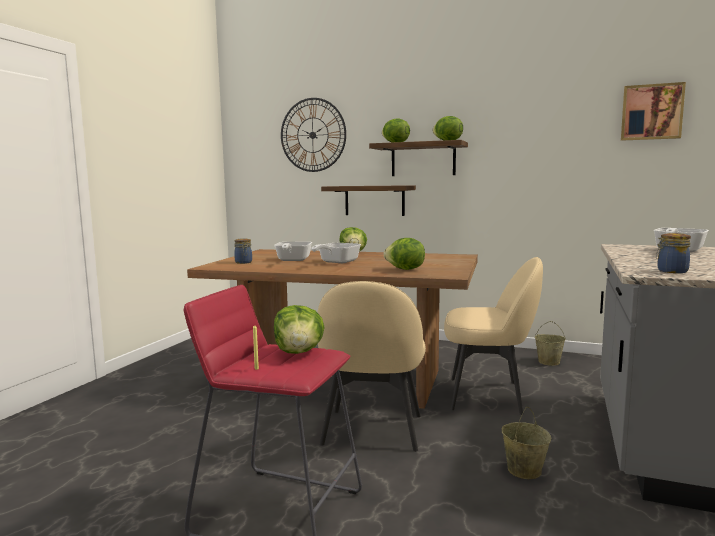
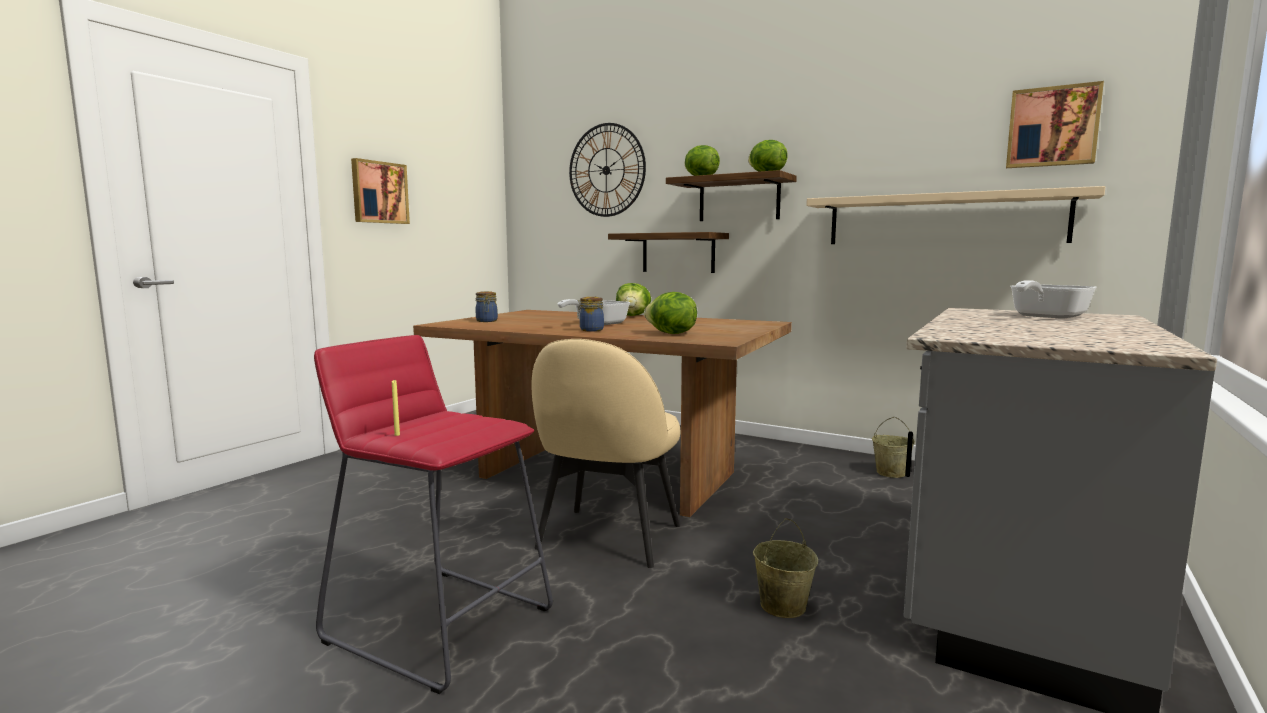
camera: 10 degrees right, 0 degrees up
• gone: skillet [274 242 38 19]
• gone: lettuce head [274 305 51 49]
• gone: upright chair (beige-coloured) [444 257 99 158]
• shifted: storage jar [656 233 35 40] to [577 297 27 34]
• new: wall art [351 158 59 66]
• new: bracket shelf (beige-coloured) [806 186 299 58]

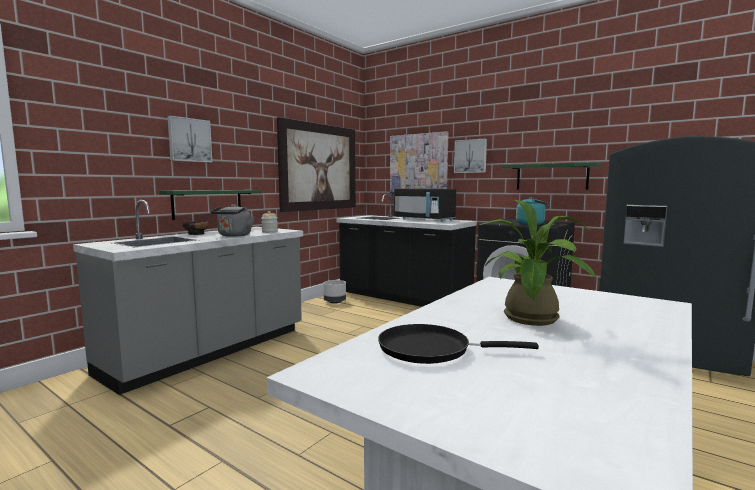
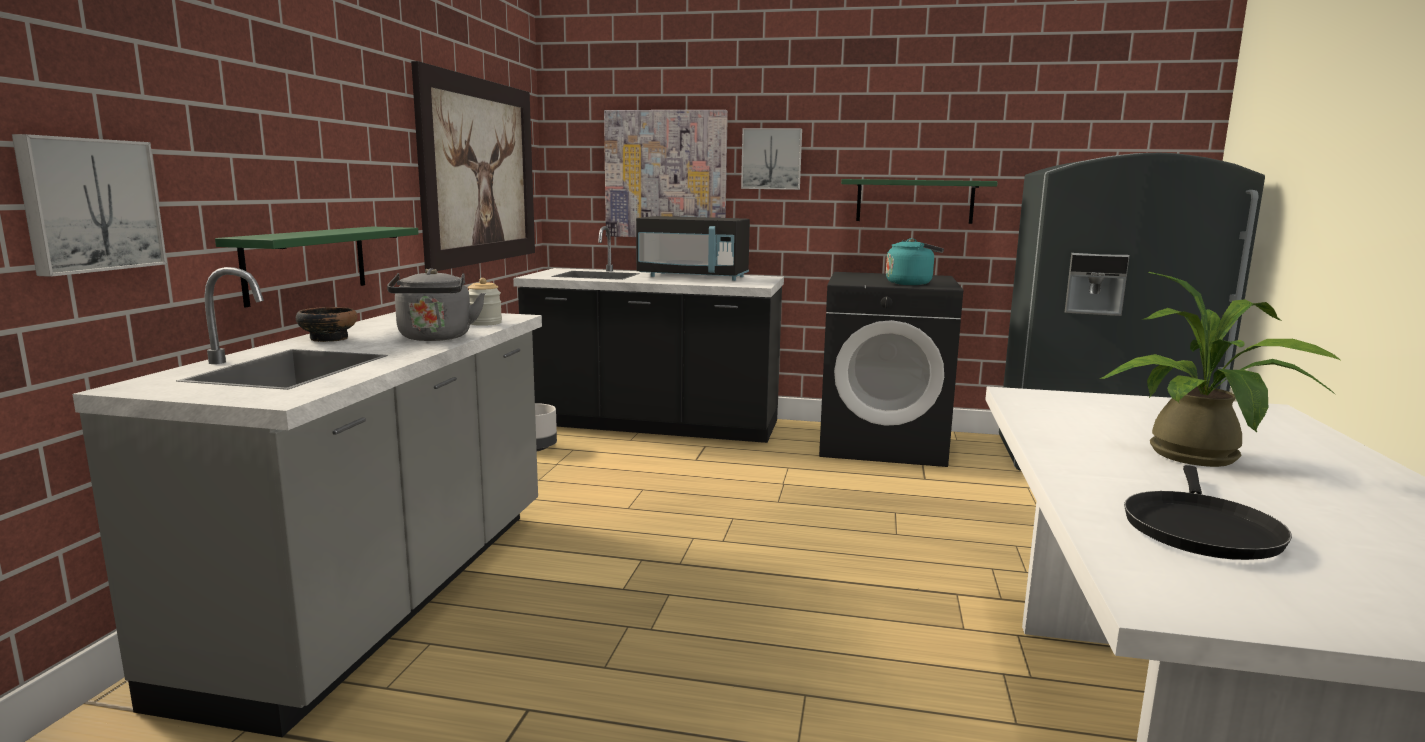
camera: 25 degrees left, 5 degrees up
• shifted: wall art [167 116 45 46] to [12 134 155 143]
• rotated: skillet (black-coloured) [378 324 161 40] = [1124 465 168 95] 45 degrees counterclockwise

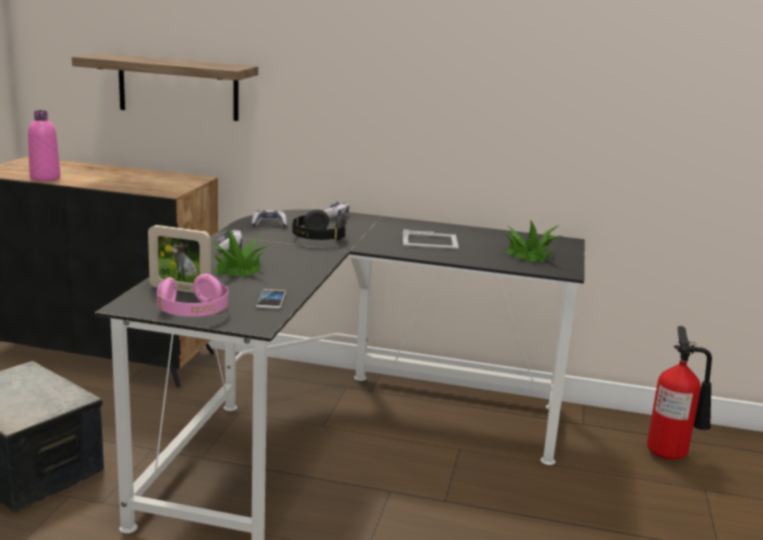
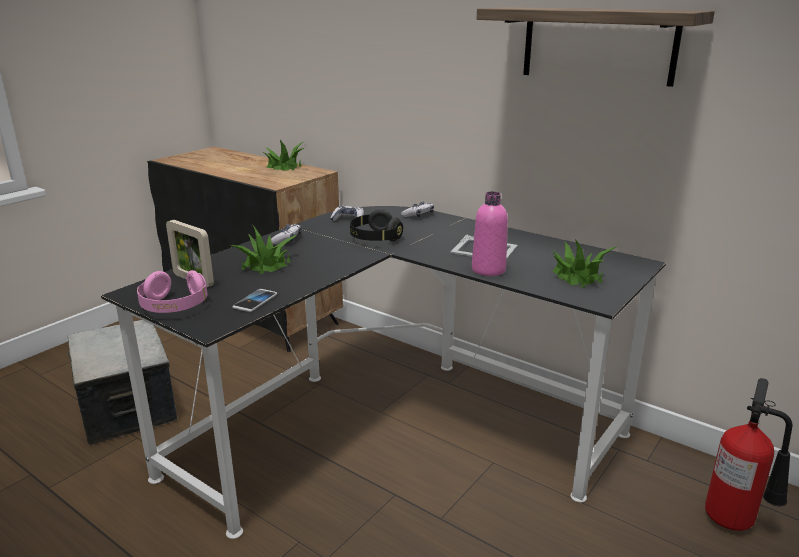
camera: 25 degrees right, 5 degrees up
• shifted: beverage bottle (pink) [28 110 33 71] to [472 191 36 85]
• shifted: bracket shelf [72 53 186 68] to [477 7 238 80]
• new: potted plant [263 140 41 31]

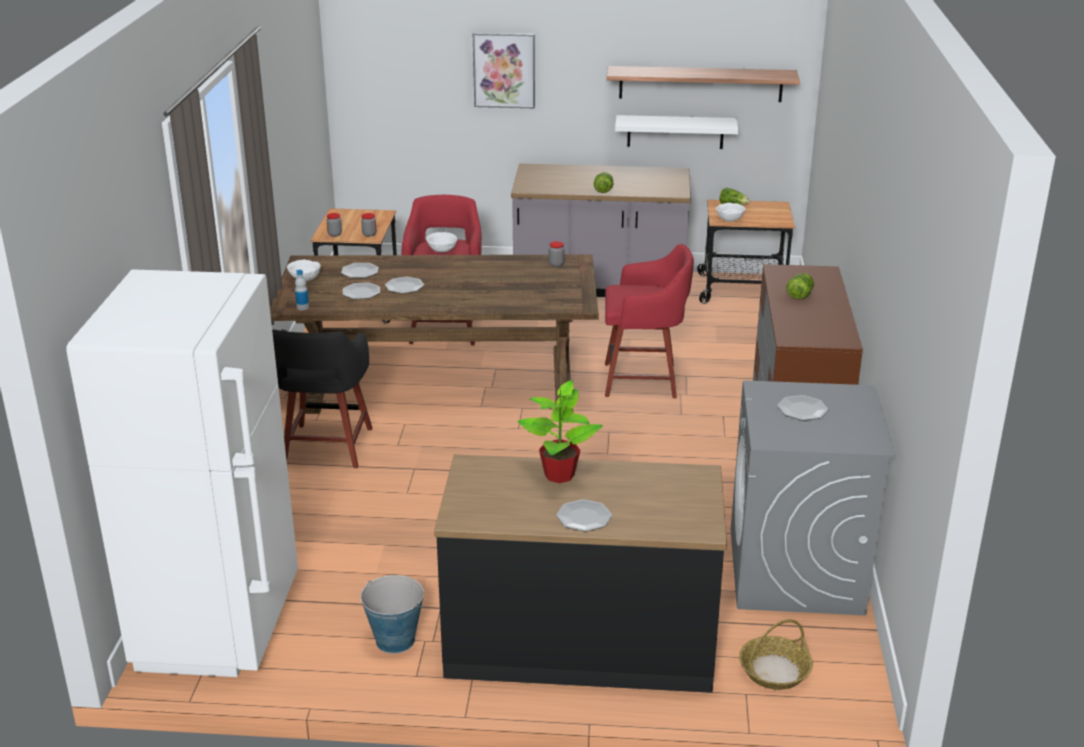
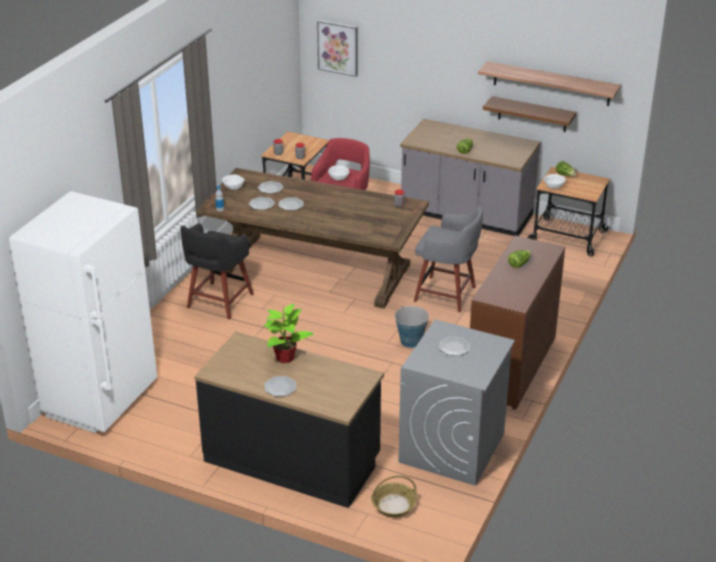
camera: 20 degrees right, 5 degrees up
• shifted: water bucket [361 575 65 78] to [395 306 34 42]
• shifted: wall art [473 32 62 76] to [317 20 41 57]
• repainted: sitting stool (red-coloured) [605 244 89 154] to sitting stool (gray) [414 207 69 105]
• repainted: bracket shelf (white) [615 115 124 34] to bracket shelf (brownish) [483 96 93 36]

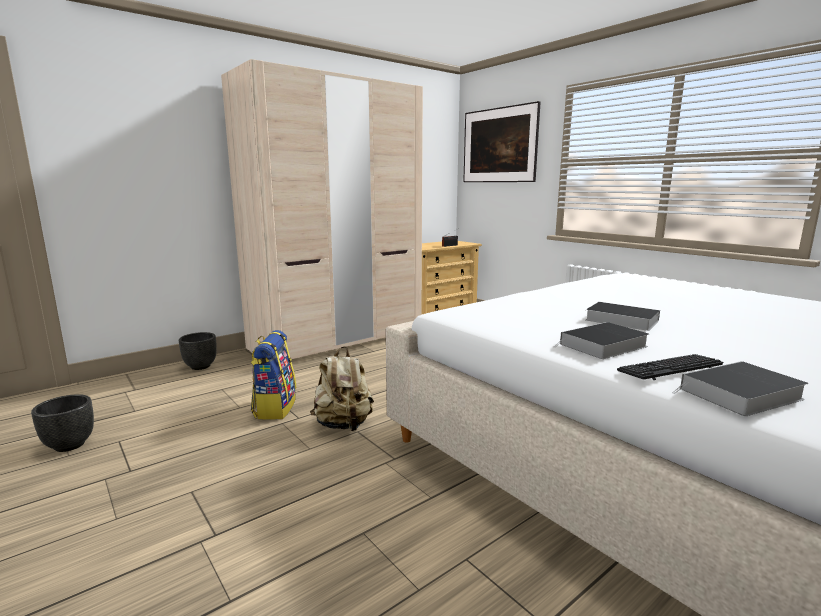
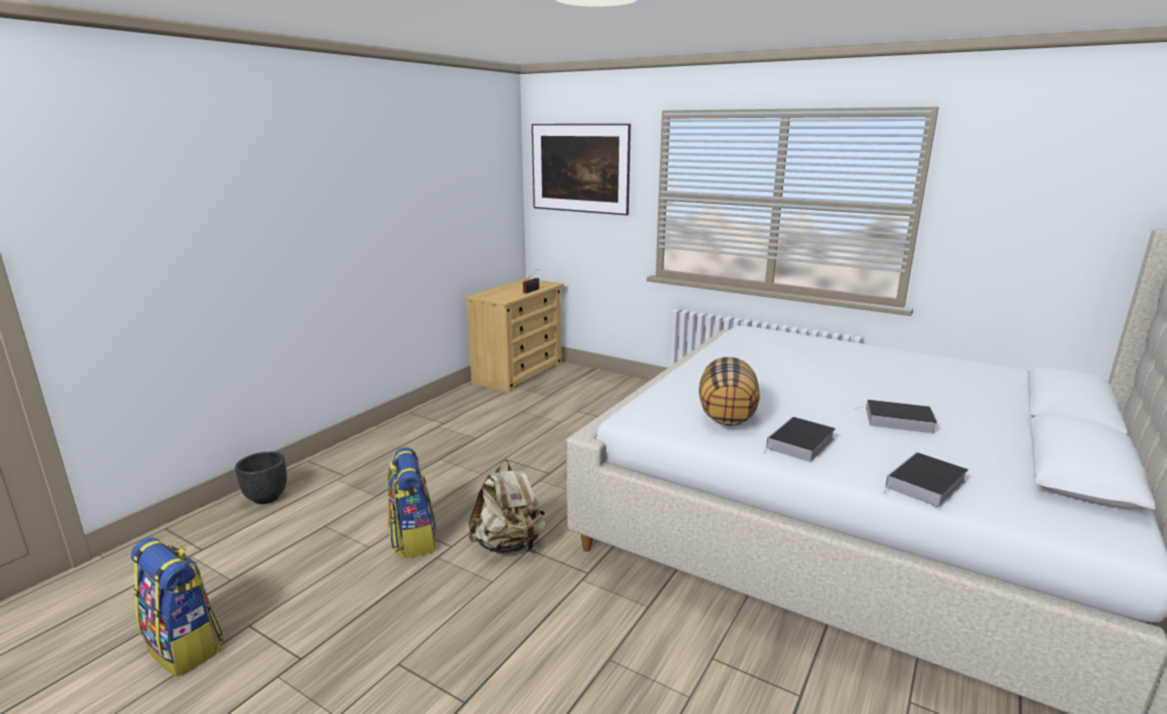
camera: 20 degrees left, 5 degrees up
• swapped: flower pot (black-coloured) [31 394 63 58] to knapsack [131 537 92 139]
• gone: armoire (beige-coloured) [221 59 202 300]
• shifted: book [586 302 74 29] to [855 399 82 34]
• gone: keyboard [617 354 107 26]
• new: pillow [699 357 61 69]

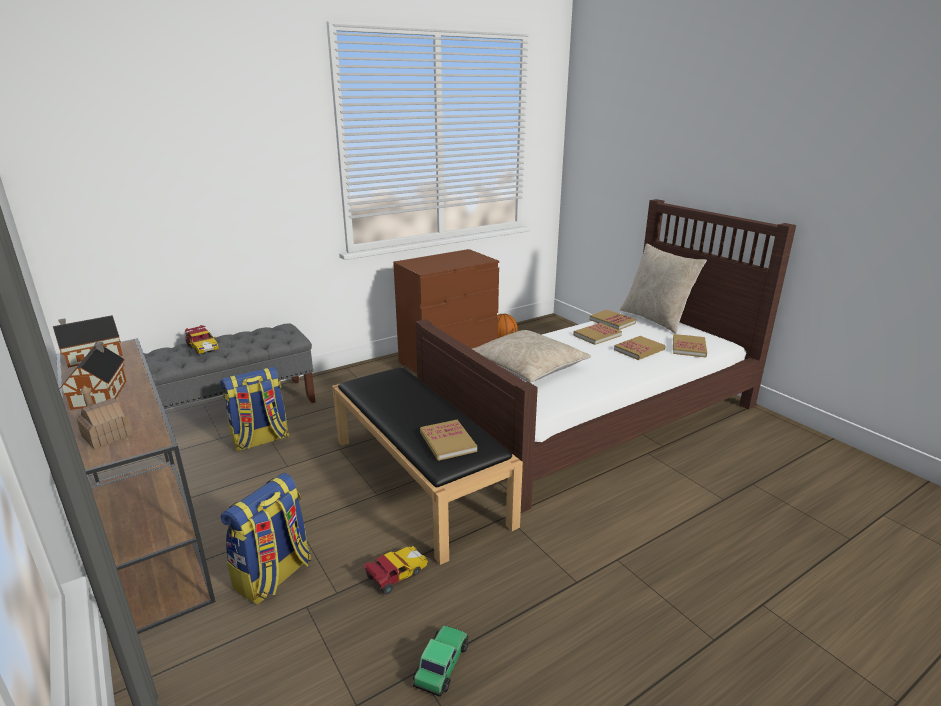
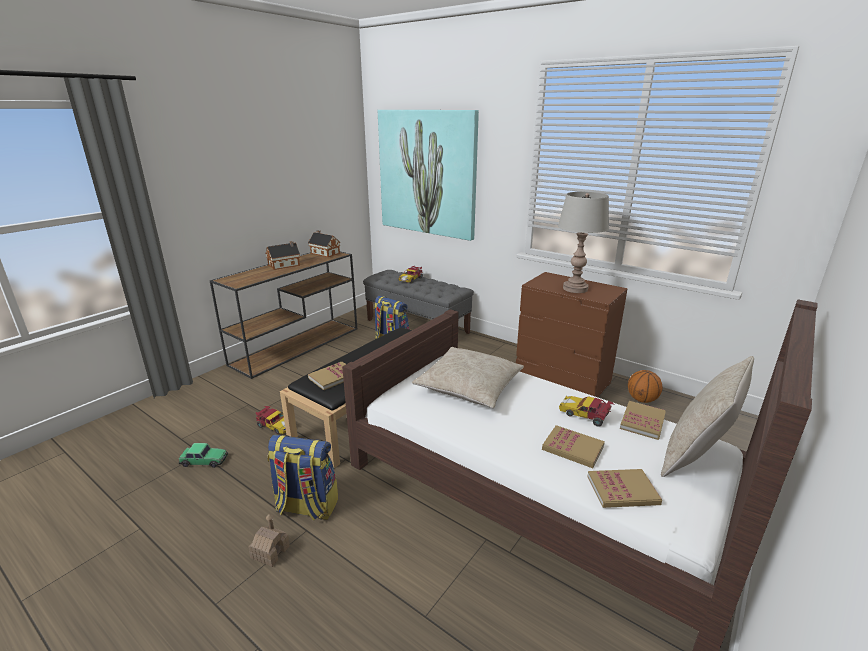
camera: 70 degrees right, 0 degrees up
• shifted: toy house [77 386 56 64] to [249 514 41 53]
• shifted: knapsack [221 473 90 131] to [267 435 71 86]
• swapped: book [573 323 49 22] to model car [559 396 56 31]
• new: wall art [378 110 101 131]
• new: tabletop lamp (gray) [558 192 51 101]

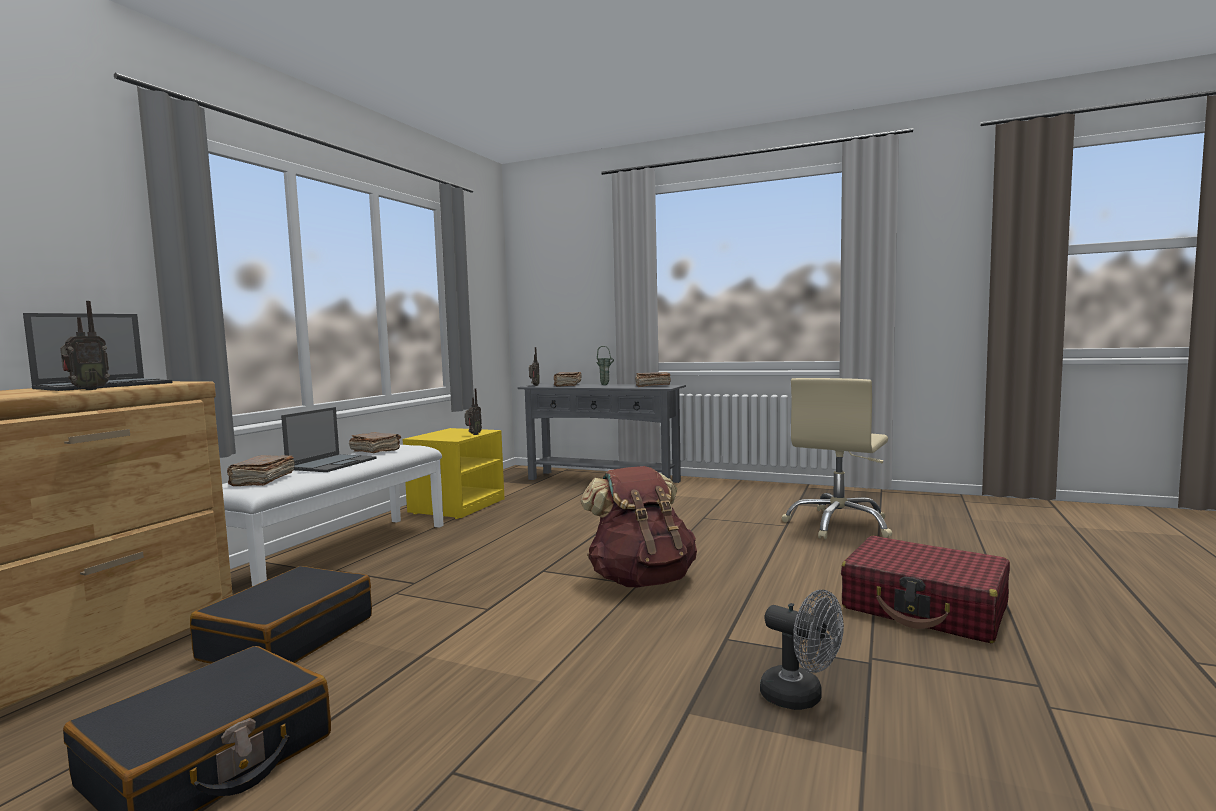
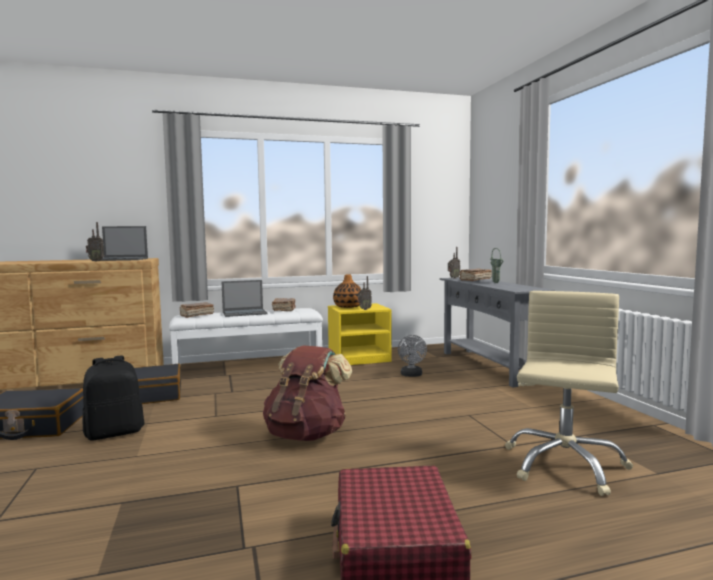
camera: 50 degrees right, 0 degrees up
• gone: book (brownish) [635 372 36 15]
• shifted: electric fan (gray) [760 590 84 120] to [398 335 29 42]
• rotated: desk chair (beige-coloured) [782 378 110 161] = [505 291 128 205] 120 degrees clockwise
• new: knapsack (black-coloured) [82 355 63 86]
• new: vase [333 274 28 34]

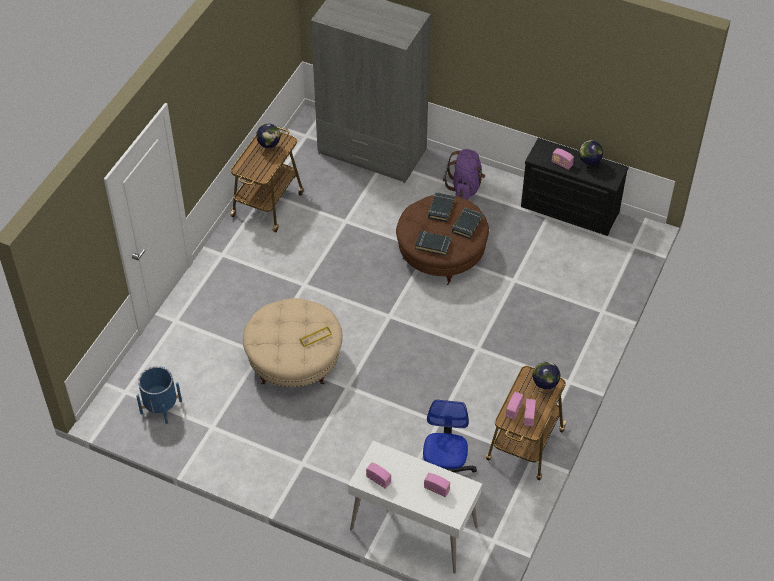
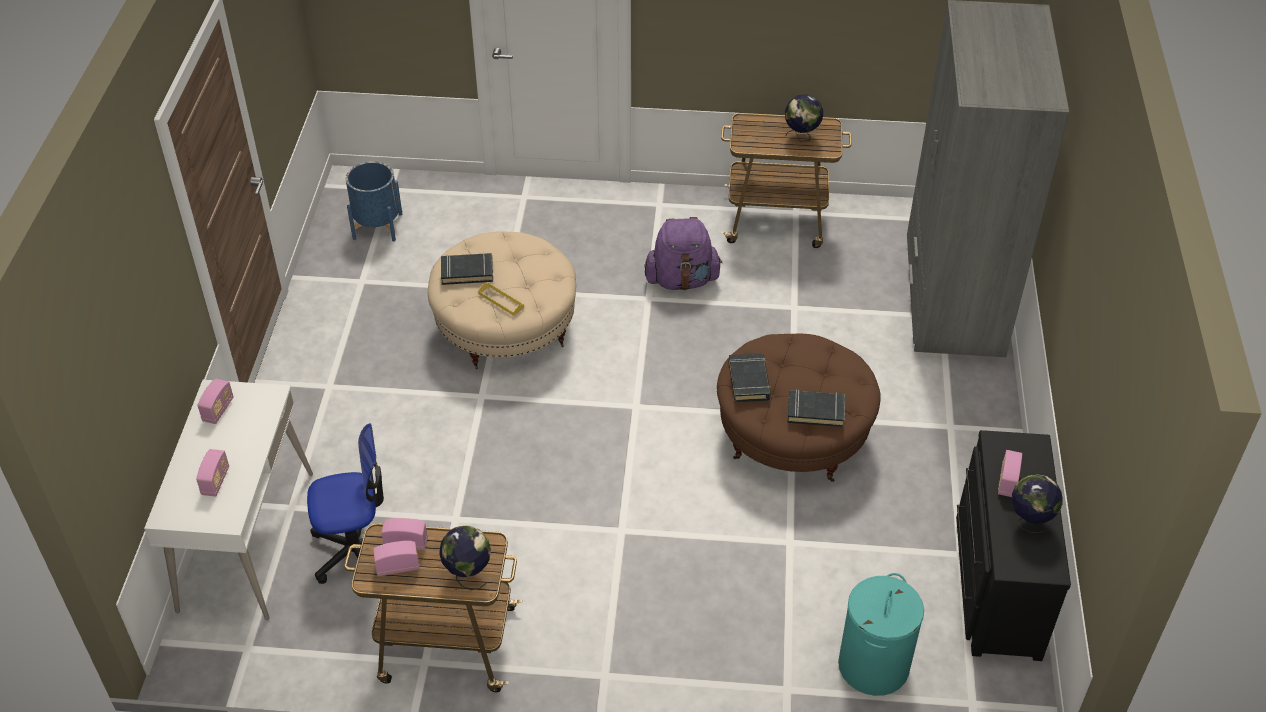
camera: 70 degrees right, 5 degrees down
• shifted: book (black-coloured) [428 192 27 30] to [441 253 52 32]
• shifted: knapsack (purple-coloured) [443 149 42 51] to [644 217 78 73]
• new: washing basket (turquoise) [838 573 86 123]

